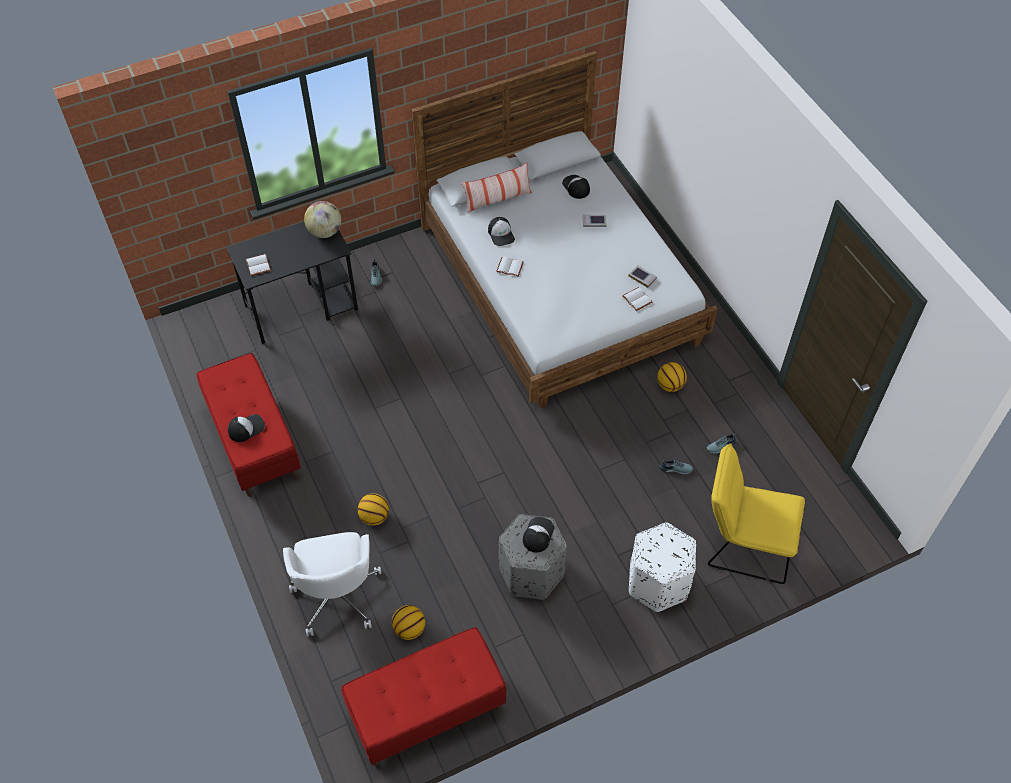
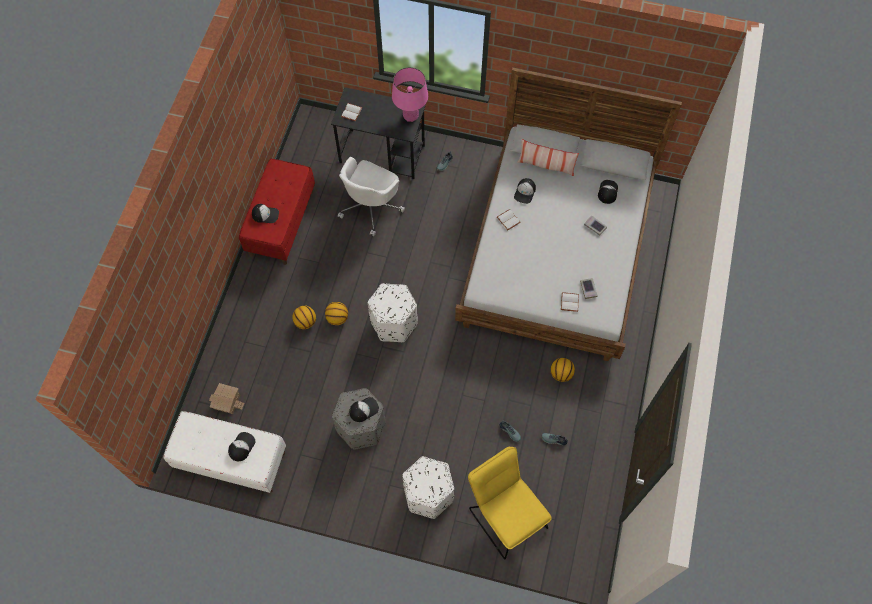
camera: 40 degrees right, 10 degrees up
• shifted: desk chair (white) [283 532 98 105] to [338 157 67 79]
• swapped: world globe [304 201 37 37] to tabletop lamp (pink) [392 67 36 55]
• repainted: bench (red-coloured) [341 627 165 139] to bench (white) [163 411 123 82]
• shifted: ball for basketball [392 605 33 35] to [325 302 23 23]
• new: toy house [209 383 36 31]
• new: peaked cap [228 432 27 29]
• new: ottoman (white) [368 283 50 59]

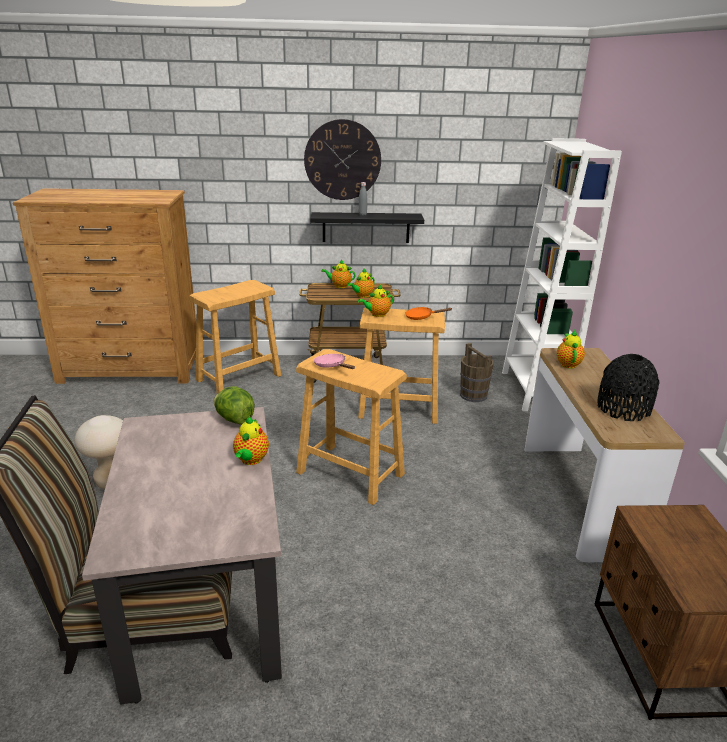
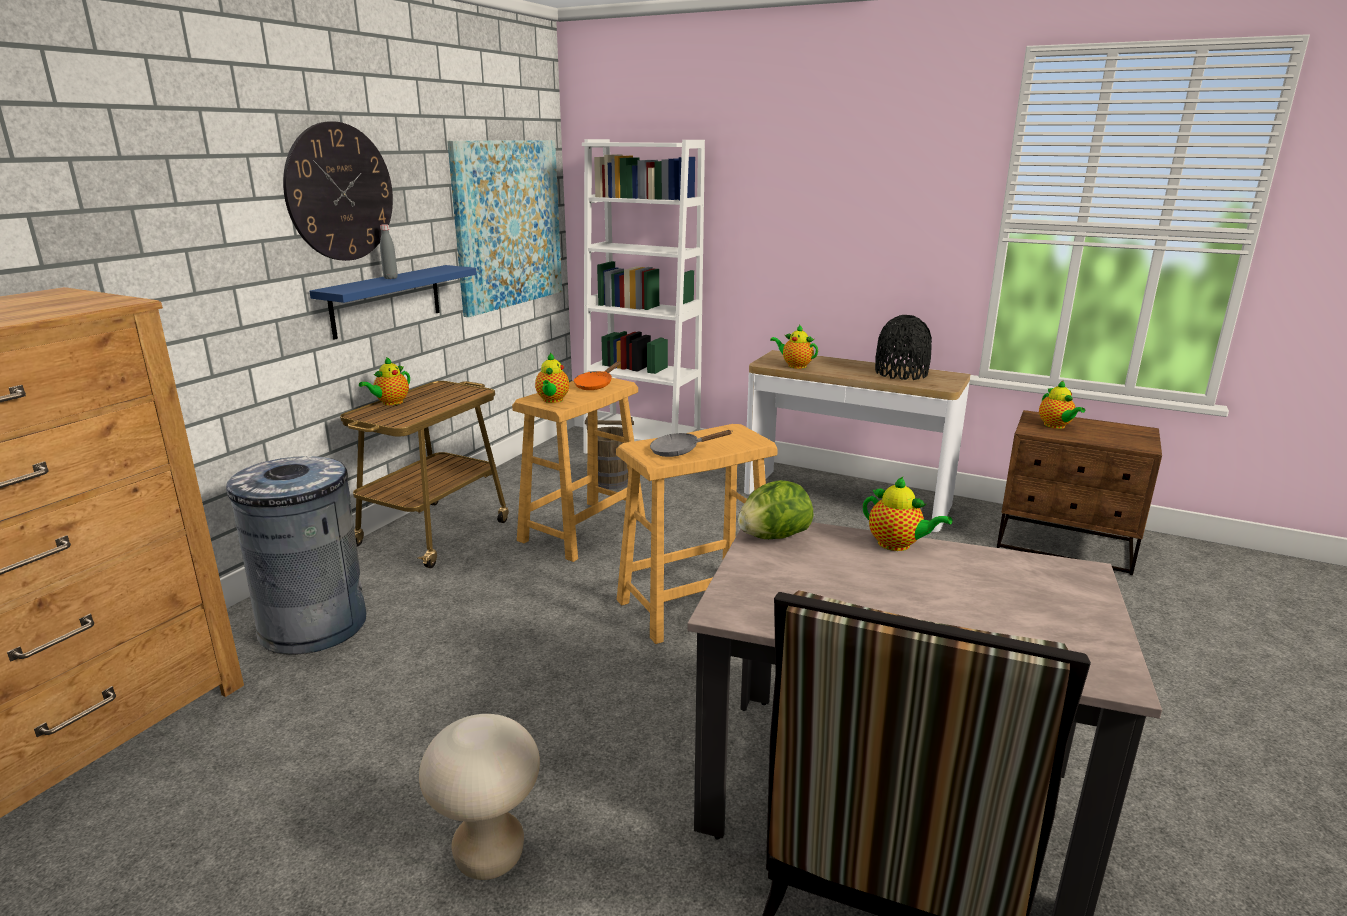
camera: 60 degrees left, 5 degrees down
• swapped: sitting stool (beige-coloured) [189 280 92 114] to waste bin (gray) [226 456 140 199]
• repainted: bracket shelf (black-coloured) [310 212 114 31] to bracket shelf (blue) [309 265 168 75]
• repainted: skillet (pink) [314 354 41 15] to skillet (gray) [650 430 82 27]
• shifted: pot for tea [348 268 27 30] to [1039 380 46 49]
• new: wall art [447 140 115 177]

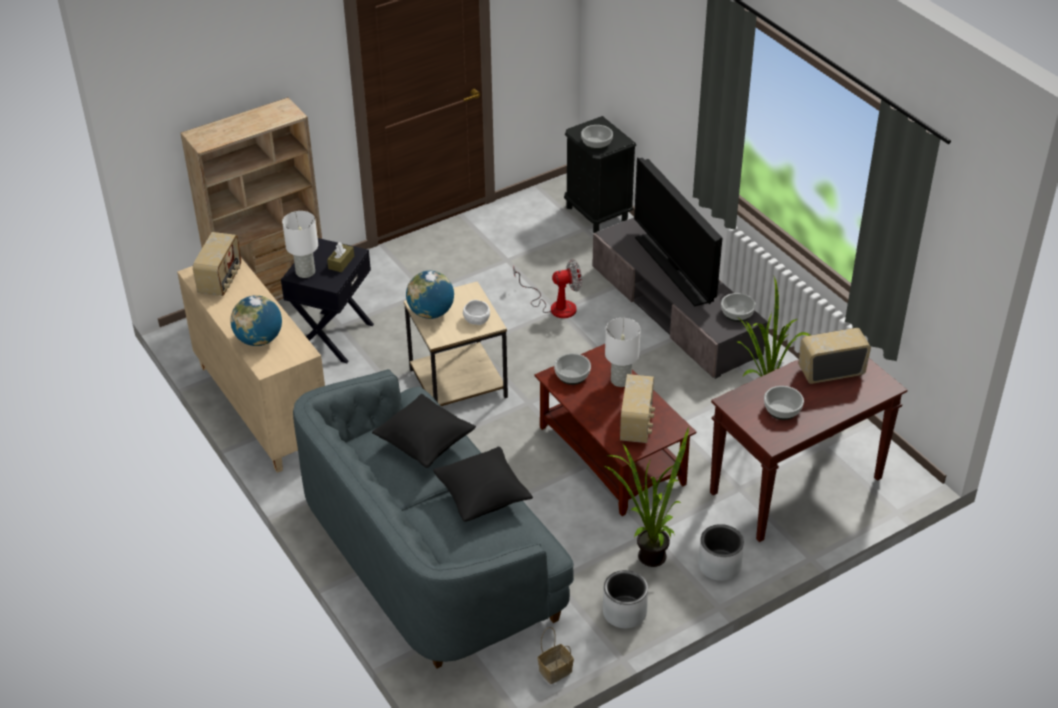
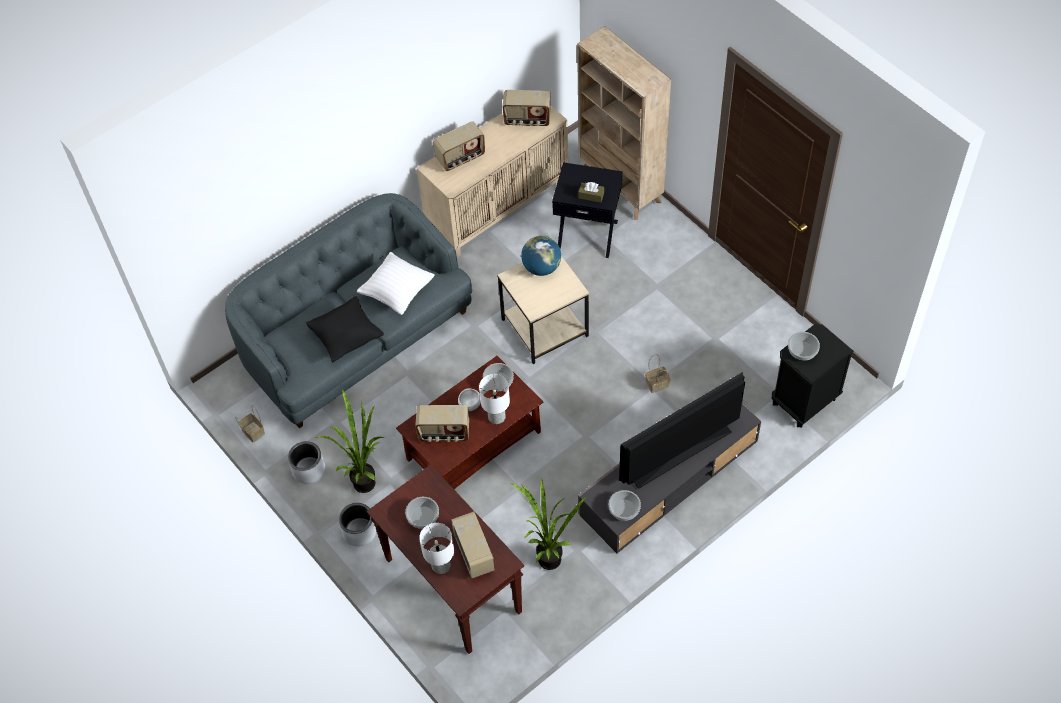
camera: 85 degrees right, 15 degrees up
• swapped: world globe [230 295 52 51] to radio [433 121 52 50]
• shifted: tabletop lamp (white) [282 211 36 67] to [419 523 35 51]
• repainted: pillow (black-coloured) [372 394 104 74] to pillow (white) [357 252 78 63]
• shifted: deep dish (white) [463 300 27 25] to [458 388 23 23]
• swapped: electric fan [514 259 68 59] to household basket [645 354 25 39]

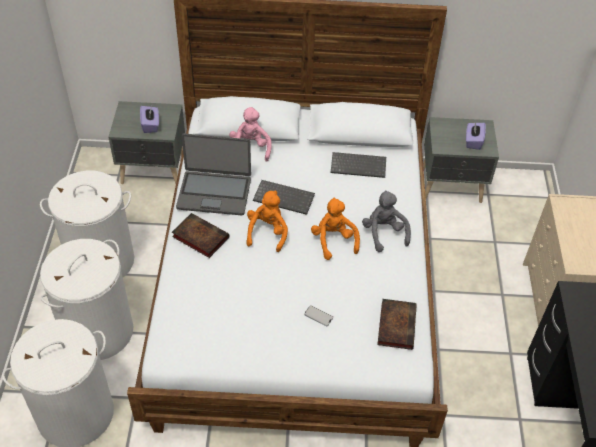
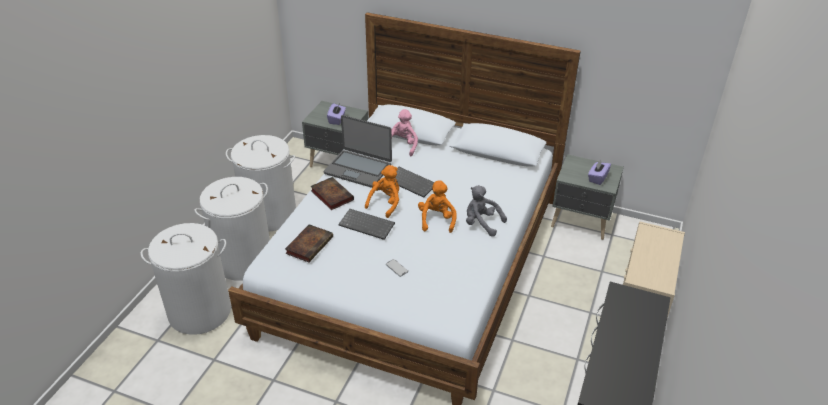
camera: 20 degrees right, 10 degrees down
• shifted: keyboard [331 152 55 26] to [338 209 57 31]
• rotated: cuddly toy (gray) [362 190 49 62] = [466 185 41 52] 60 degrees counterclockwise
• shifted: book [377 299 40 51] to [285 224 48 38]

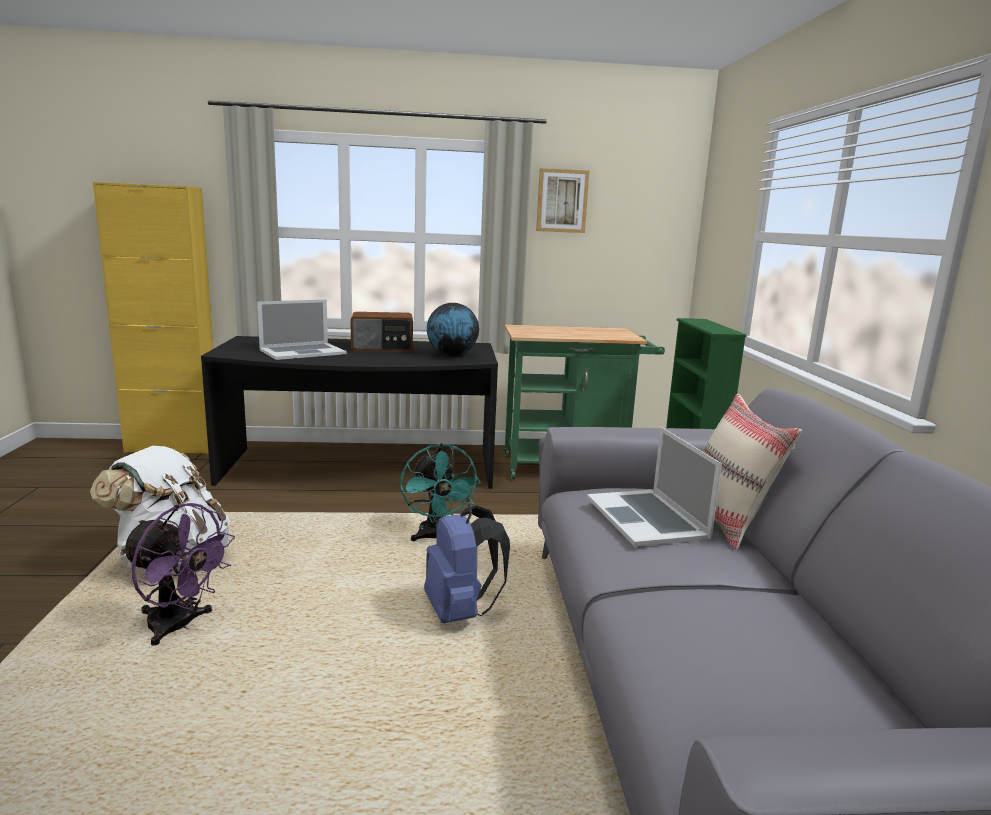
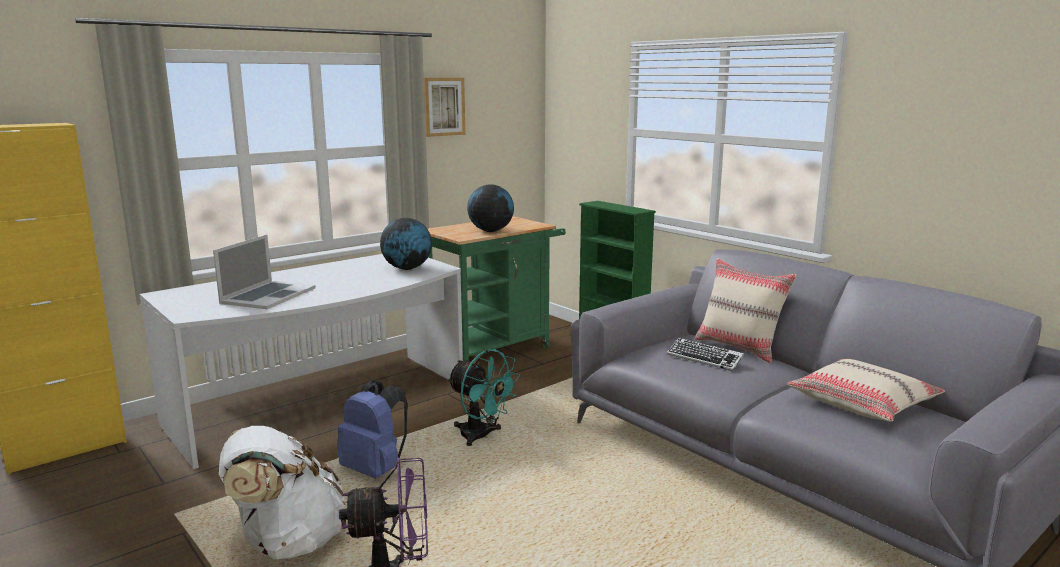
camera: 35 degrees left, 0 degrees up
• repainted: desk unit (black-coloured) [201 336 297 153] to desk unit (white) [140 254 323 215]
• gone: radio [350 312 63 40]
• shifted: knapsack (blue) [424 505 86 118] to [337 381 71 98]
• swapped: laptop [587 427 135 120] to keyboard [667 338 77 33]
• new: world globe [467 185 47 47]
• new: pillow (beige-coloured) [786 359 159 63]

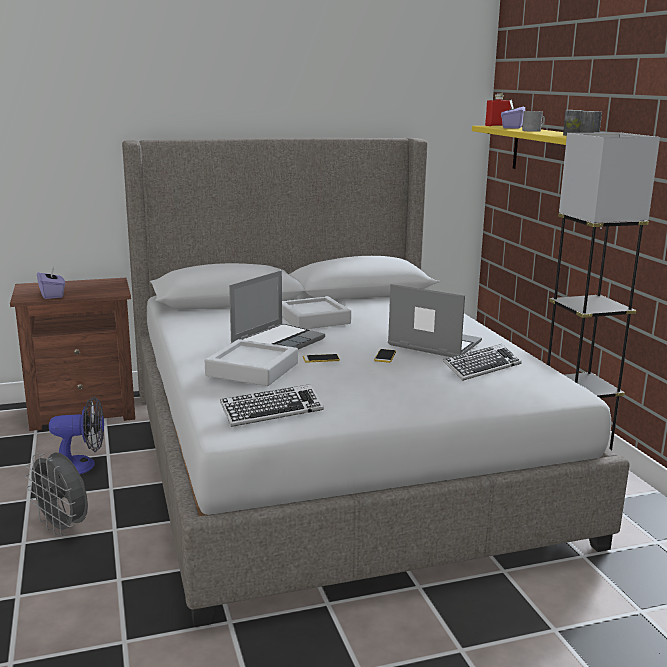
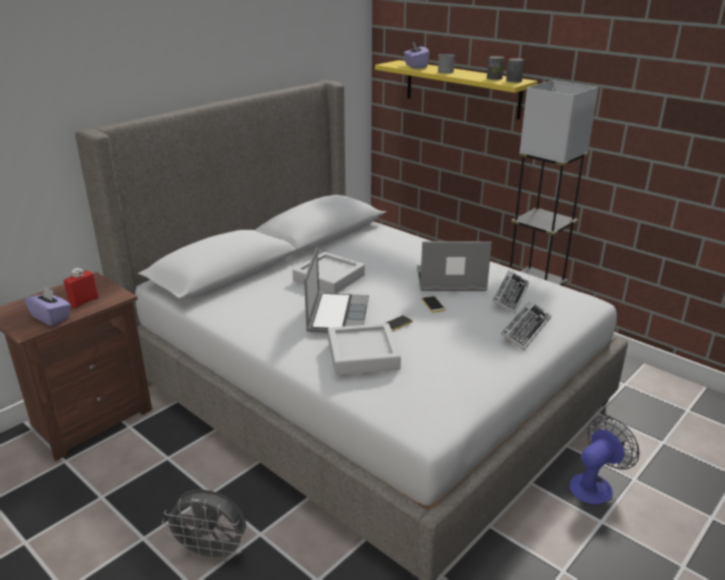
camera: 30 degrees left, 10 degrees up
• shifted: electric fan [49 396 55 78] to [569 416 70 88]
• shifted: keyboard [220 384 104 43] to [501 301 50 49]
• shifted: beverage bottle (red-coloured) [485 94 26 32] to [64 268 35 40]

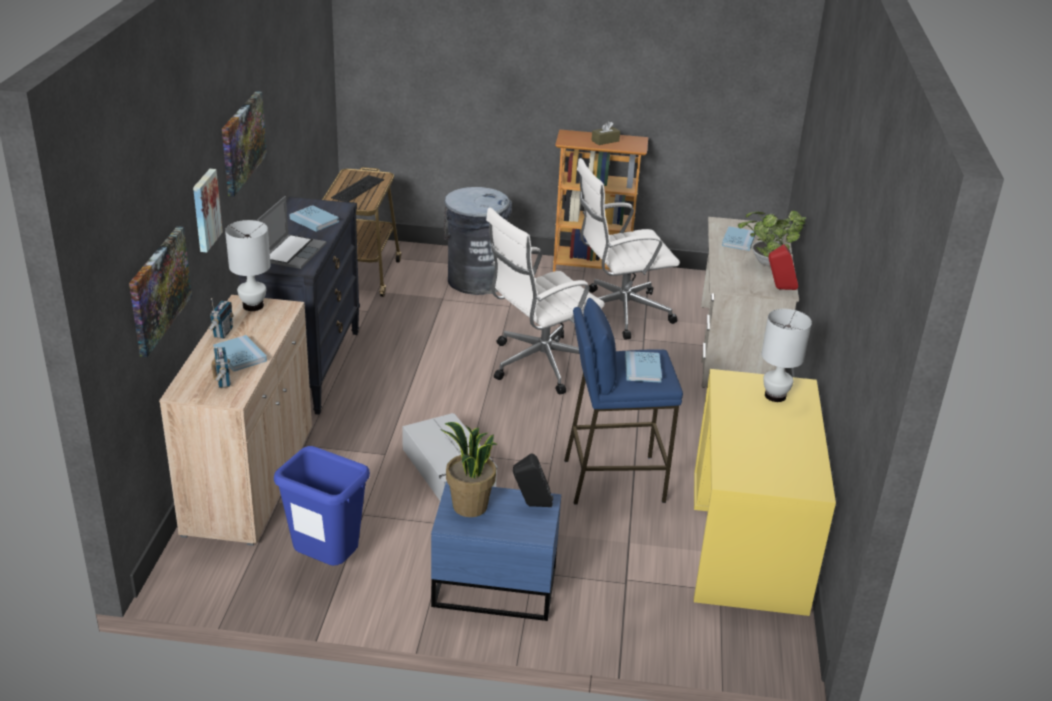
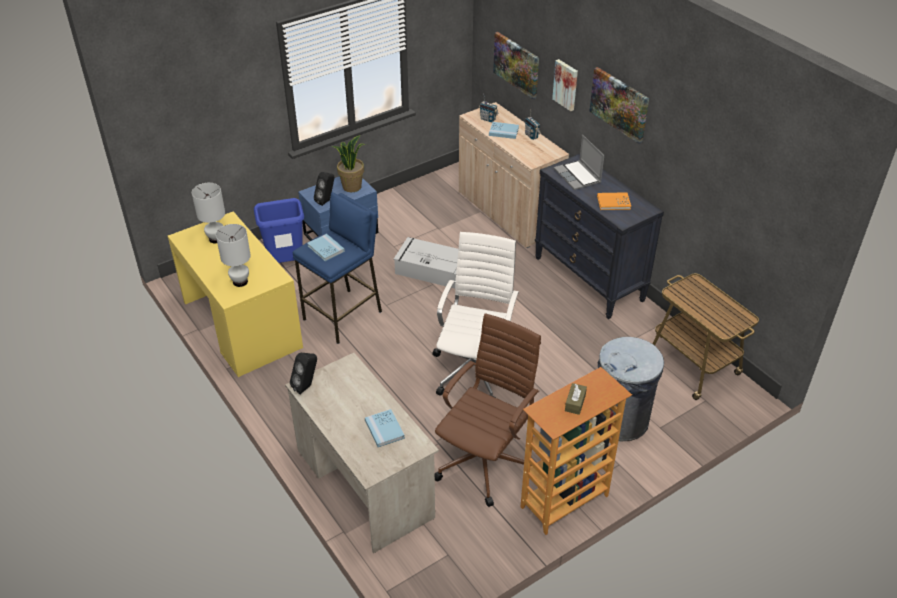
camera: 140 degrees right, 10 degrees up
• shifted: tabletop lamp (white) [225 220 46 91] to [192 183 33 60]
• shifted: waste bin (blue) [274 446 96 120] to [254 198 50 65]
• repainted: book (blue) [289 205 50 27] to book (orange-coloured) [597 192 34 18]
• gone: keyboard [331 175 53 27]
• repainted: desk chair (white) [577 158 103 181] to desk chair (brownish) [435 313 106 194]
• gone: potted plant [738 210 69 57]
• repainted: audio speaker (red-coloured) [769 244 29 46] to audio speaker (black-coloured) [290 353 27 41]

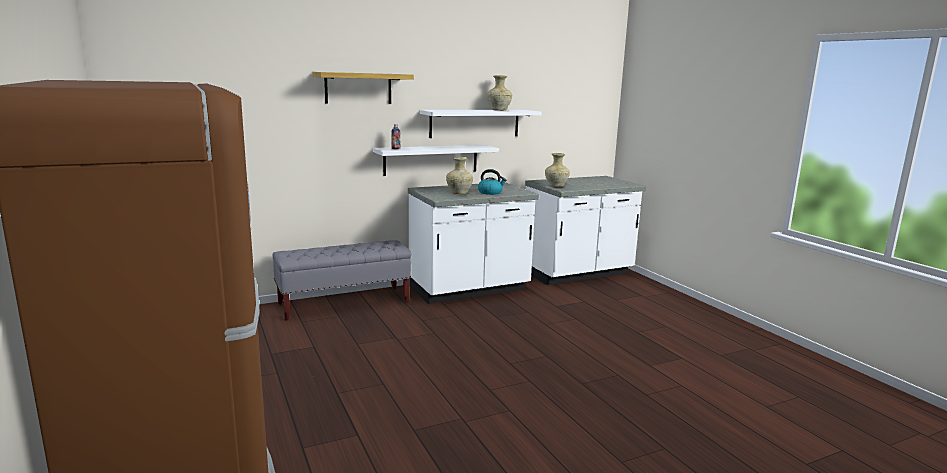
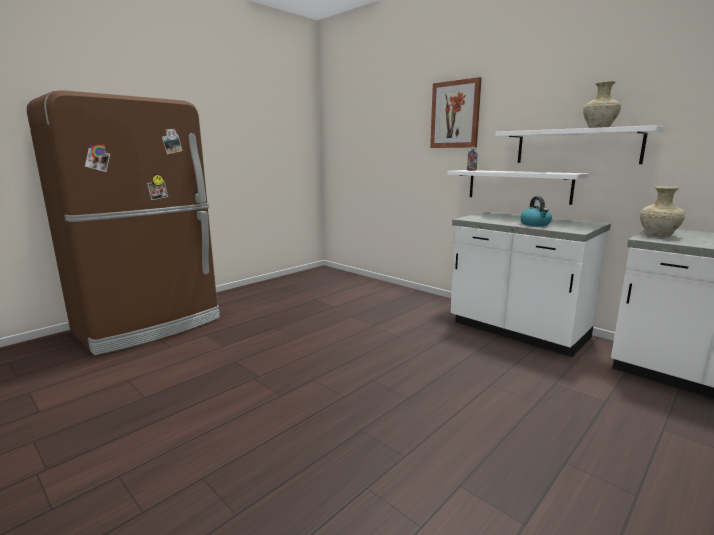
camera: 70 degrees right, 0 degrees up
• gone: bench (gray) [273 240 139 81]
• swapped: bracket shelf [312 72 102 32] to wall art [430 77 52 71]
• gone: vase (beige-coloured) [446 157 27 37]

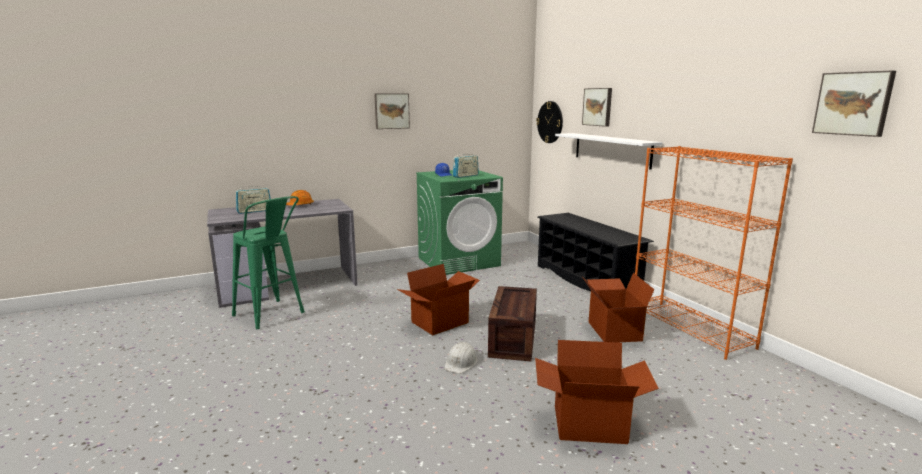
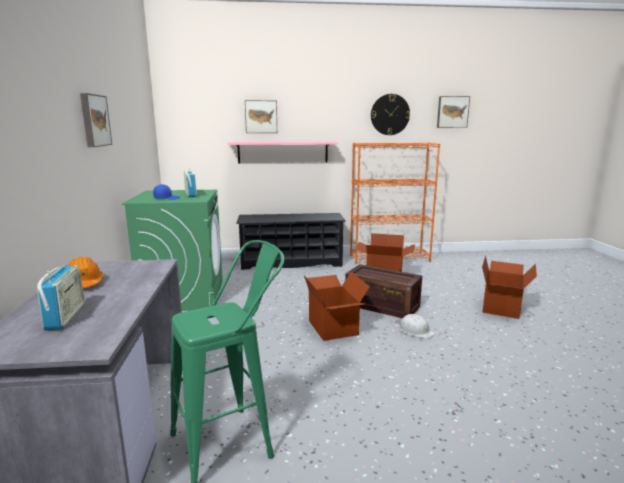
camera: 70 degrees left, 0 degrees up
• shifted: wall clock [536 101 27 42] to [371 94 39 41]
• repainted: bracket shelf (white) [555 133 108 37] to bracket shelf (pink) [227 141 111 22]

